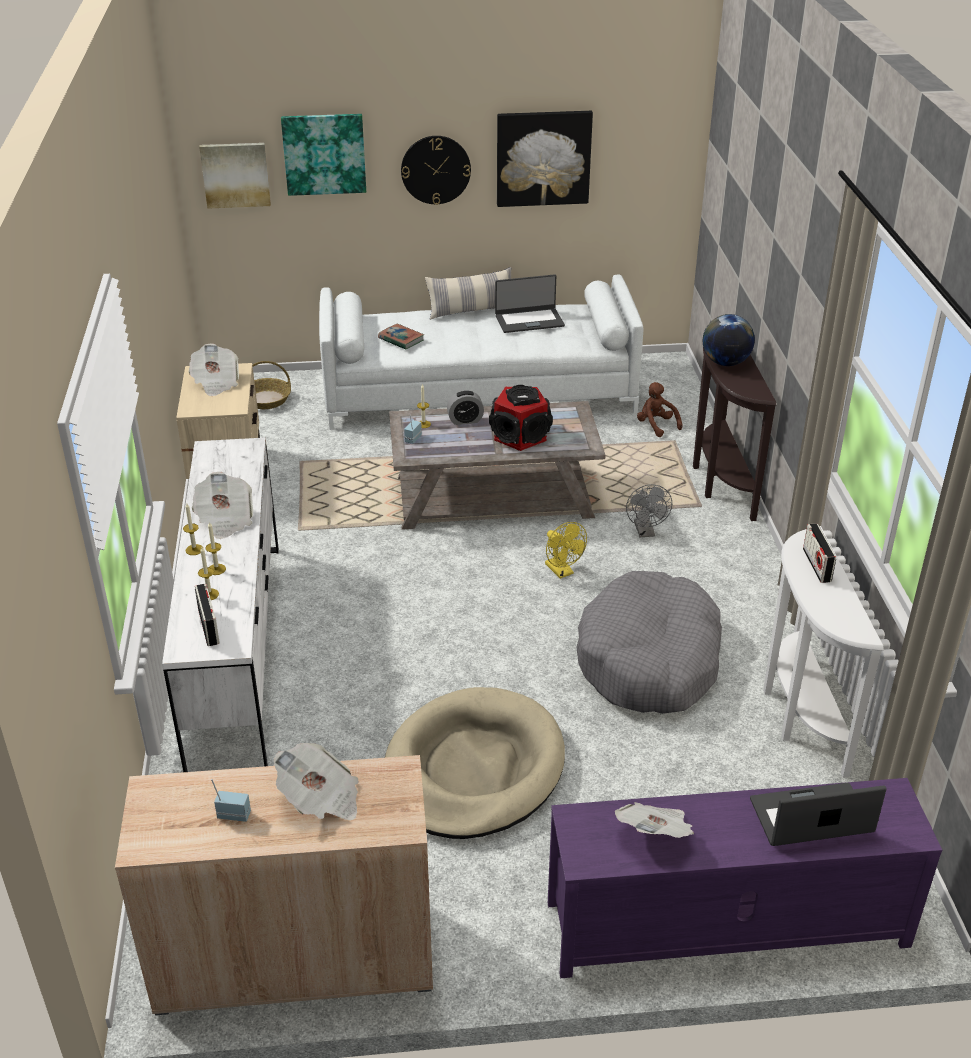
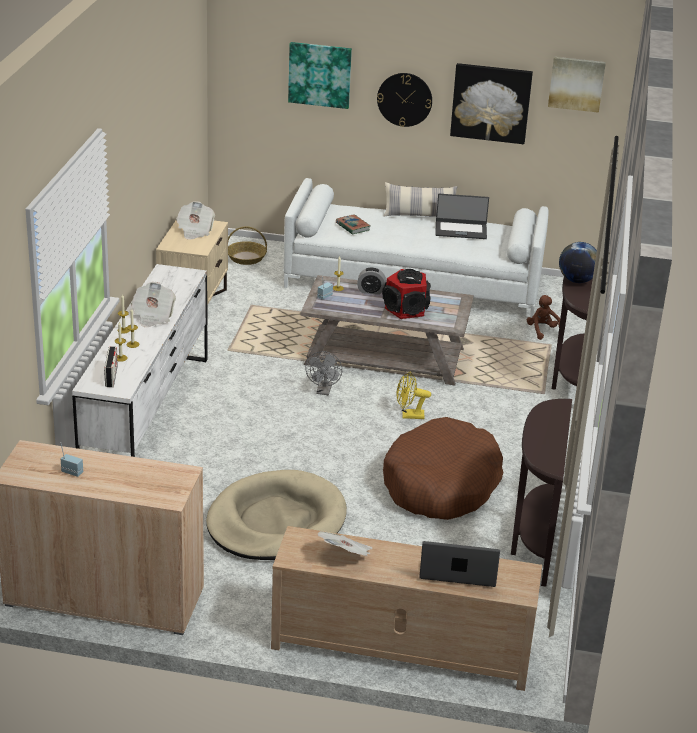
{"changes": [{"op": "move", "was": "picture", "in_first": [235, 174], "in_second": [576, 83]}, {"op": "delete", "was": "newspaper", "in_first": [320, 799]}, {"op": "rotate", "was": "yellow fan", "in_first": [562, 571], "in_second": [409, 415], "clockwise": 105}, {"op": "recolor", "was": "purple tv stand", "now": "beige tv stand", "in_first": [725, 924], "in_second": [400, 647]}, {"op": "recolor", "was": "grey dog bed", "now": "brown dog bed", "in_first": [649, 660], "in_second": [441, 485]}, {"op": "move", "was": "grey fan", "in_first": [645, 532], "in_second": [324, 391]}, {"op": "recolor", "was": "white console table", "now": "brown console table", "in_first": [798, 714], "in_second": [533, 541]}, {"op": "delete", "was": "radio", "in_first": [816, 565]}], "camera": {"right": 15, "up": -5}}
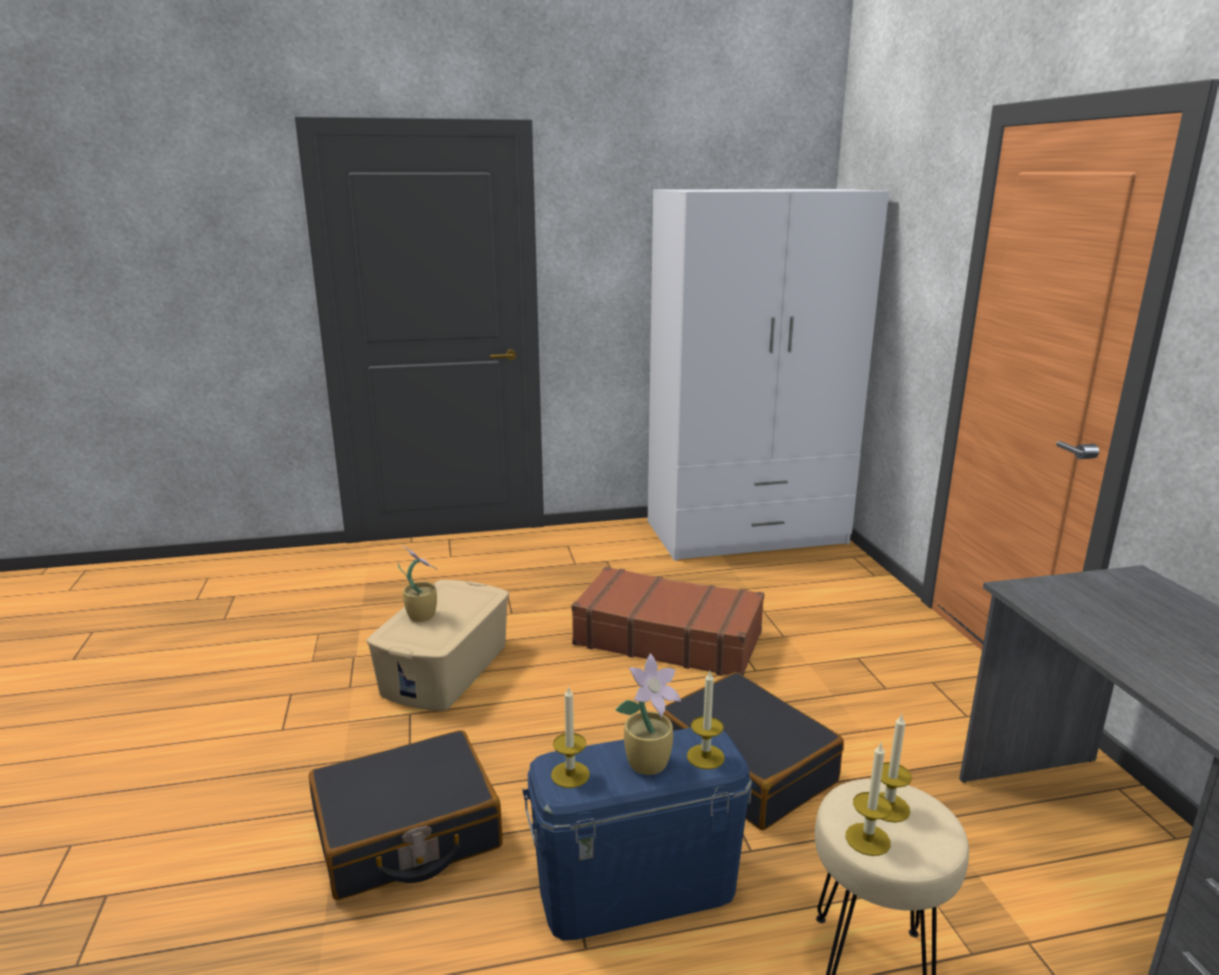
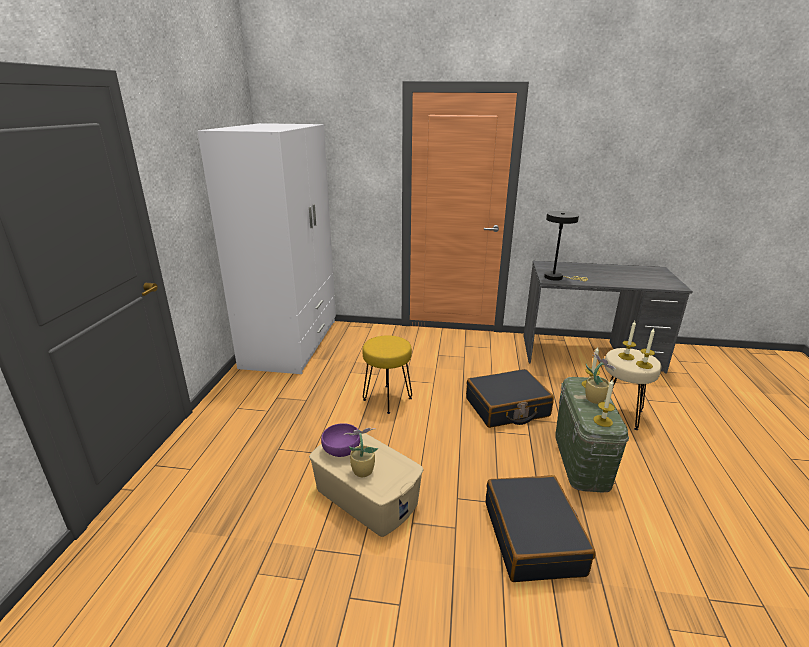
{"changes": [{"op": "recolor", "was": "blue storage box", "now": "green storage box", "in_first": [637, 888], "in_second": [581, 459]}, {"op": "replace", "was": "brown suitcase", "now": "yellow stool", "in_first": [668, 638], "in_second": [387, 399]}, {"op": "insert", "now": "purple bowl", "in_second": [341, 449]}, {"op": "insert", "now": "black table lamp", "in_second": [557, 277]}], "camera": {"right": -70, "up": 5}}
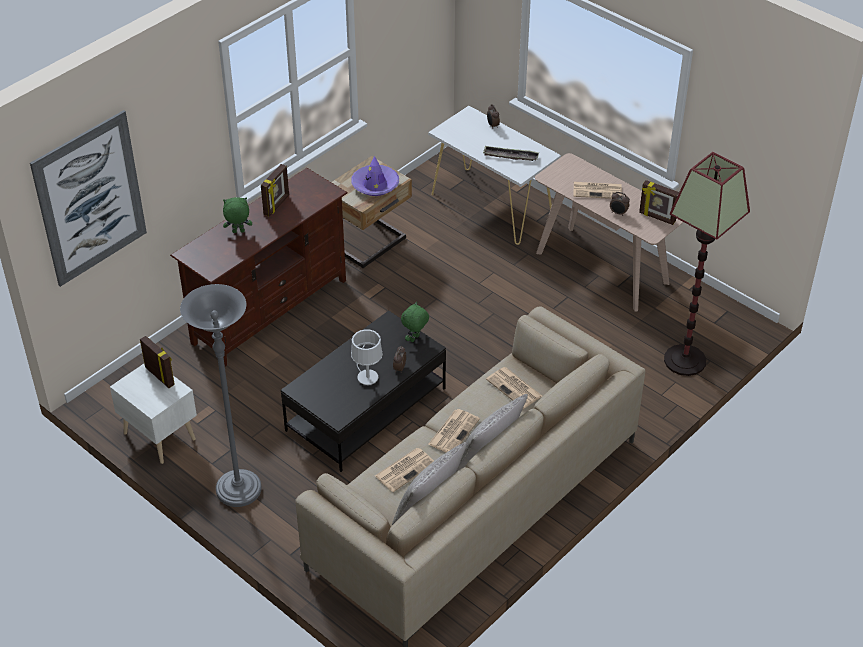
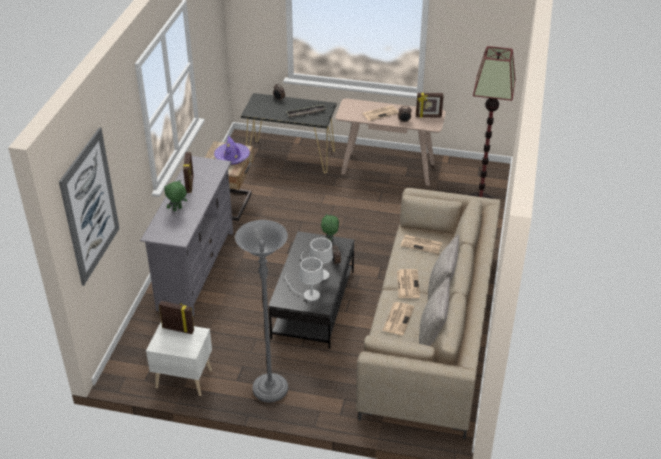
{"changes": [{"op": "recolor", "was": "brown tv stand", "now": "grey tv stand", "in_first": [269, 311], "in_second": [196, 269]}, {"op": "recolor", "was": "white console table", "now": "black console table", "in_first": [492, 206], "in_second": [291, 157]}, {"op": "insert", "now": "white table lamp", "in_second": [307, 295]}], "camera": {"right": -30, "up": -5}}
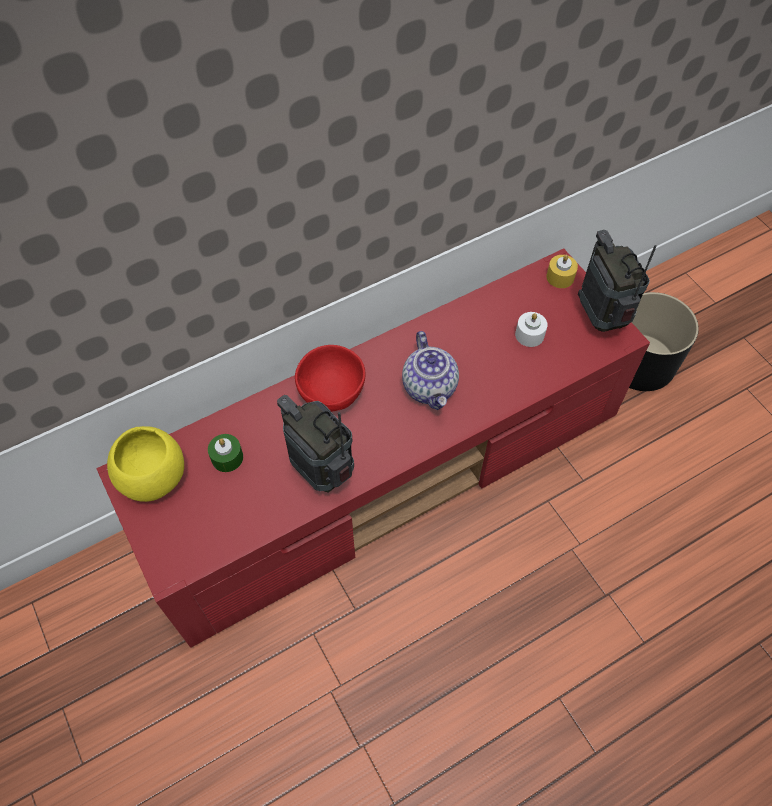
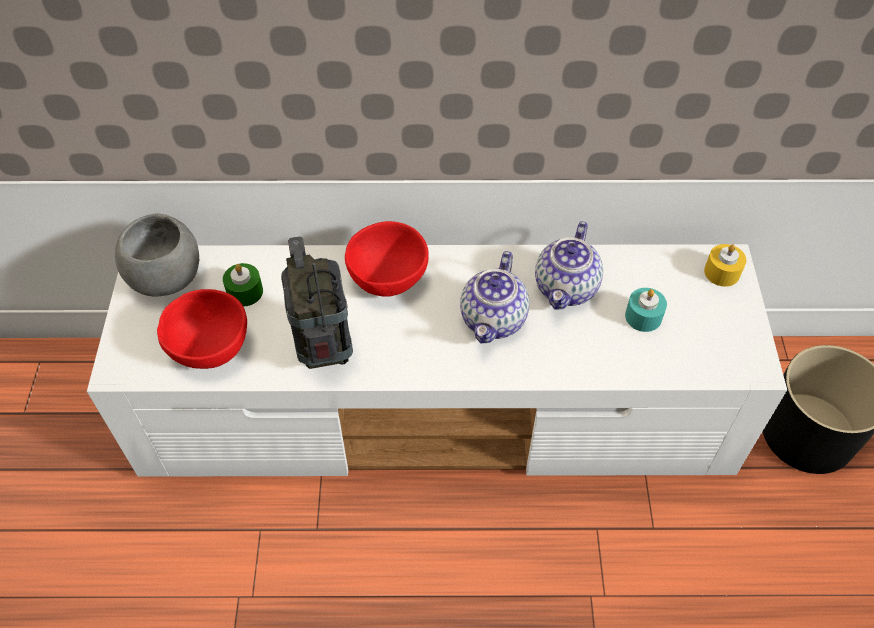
{"changes": [{"op": "recolor", "was": "red tv stand", "now": "white tv stand", "in_first": [387, 471], "in_second": [440, 409]}, {"op": "recolor", "was": "yellow bowl", "now": "grey bowl", "in_first": [153, 479], "in_second": [165, 279]}, {"op": "recolor", "was": "white candle", "now": "turquoise candle", "in_first": [529, 335], "in_second": [643, 316]}, {"op": "delete", "was": "radio", "in_first": [601, 319]}, {"op": "insert", "now": "red bowl", "in_second": [210, 347]}, {"op": "insert", "now": "teapot", "in_second": [566, 288]}], "camera": {"right": 30, "up": -5}}
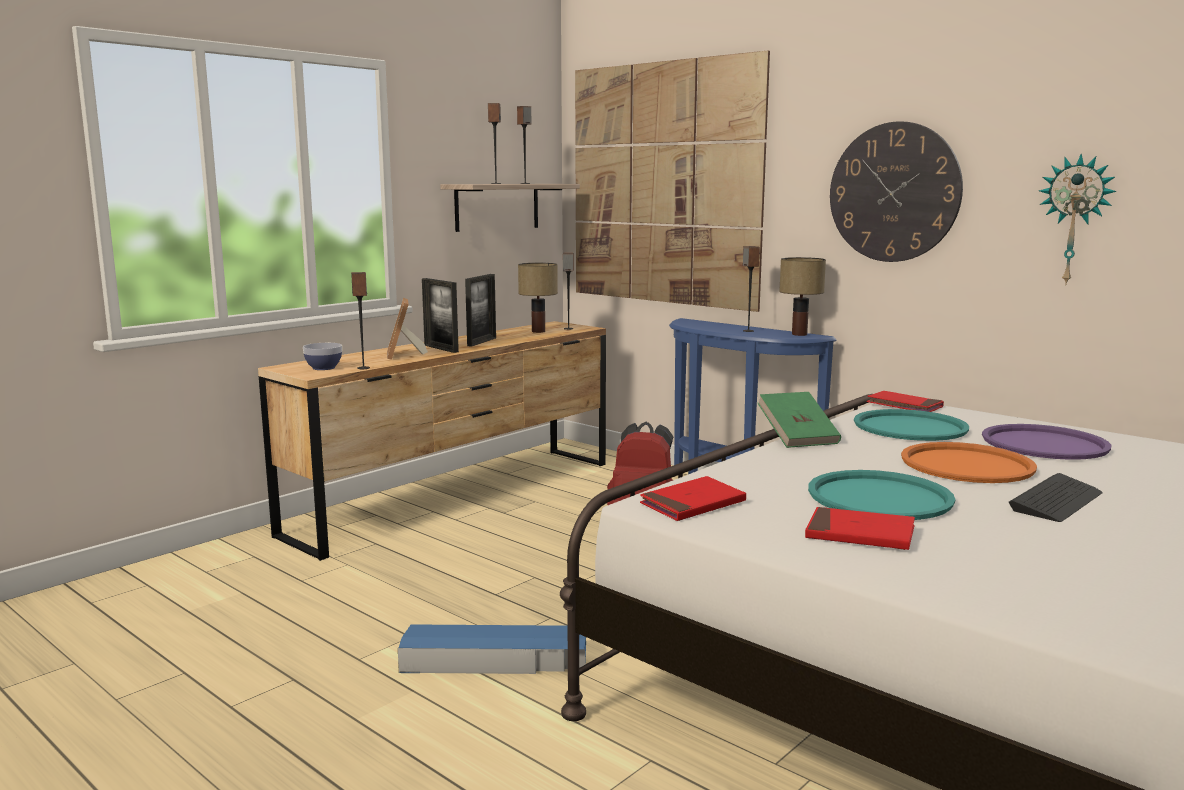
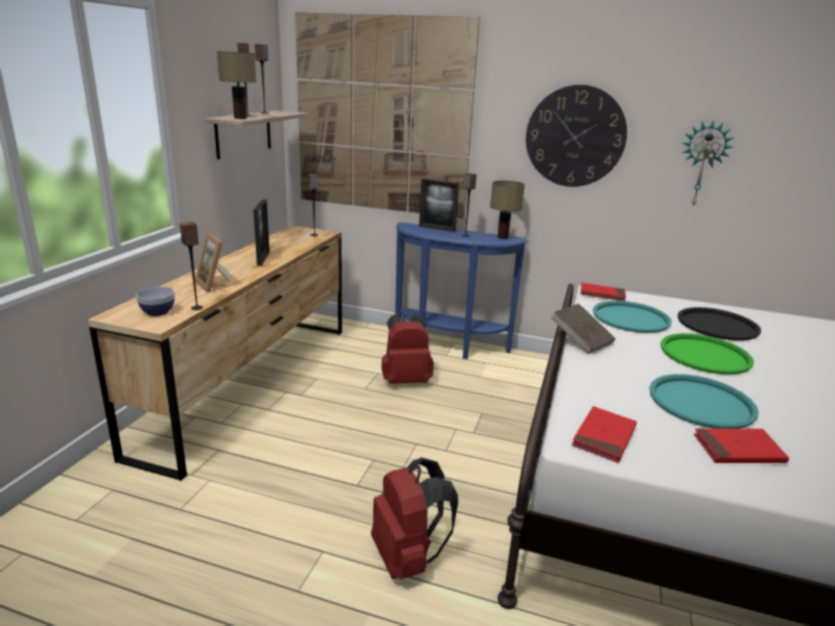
{"changes": [{"op": "replace", "was": "blue storage box", "now": "red backpack", "in_first": [496, 659], "in_second": [408, 558]}, {"op": "move", "was": "picture frame", "in_first": [441, 348], "in_second": [437, 229]}, {"op": "move", "was": "table lamp", "in_first": [539, 331], "in_second": [241, 118]}, {"op": "recolor", "was": "green book", "now": "brown book", "in_first": [797, 437], "in_second": [581, 340]}, {"op": "recolor", "was": "orange tray", "now": "green tray", "in_first": [967, 465], "in_second": [705, 355]}, {"op": "recolor", "was": "purple tray", "now": "black tray", "in_first": [1044, 444], "in_second": [717, 325]}, {"op": "delete", "was": "keyboard", "in_first": [1056, 500]}], "camera": {"right": -25, "up": 10}}
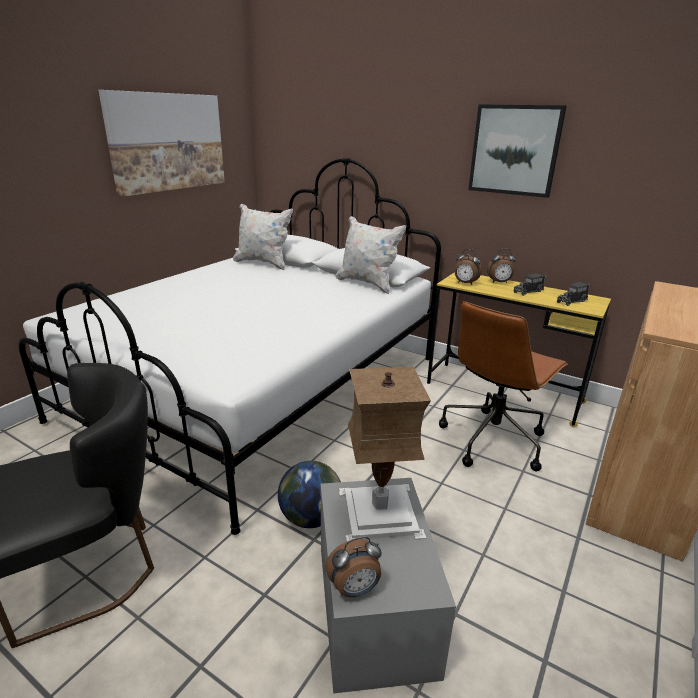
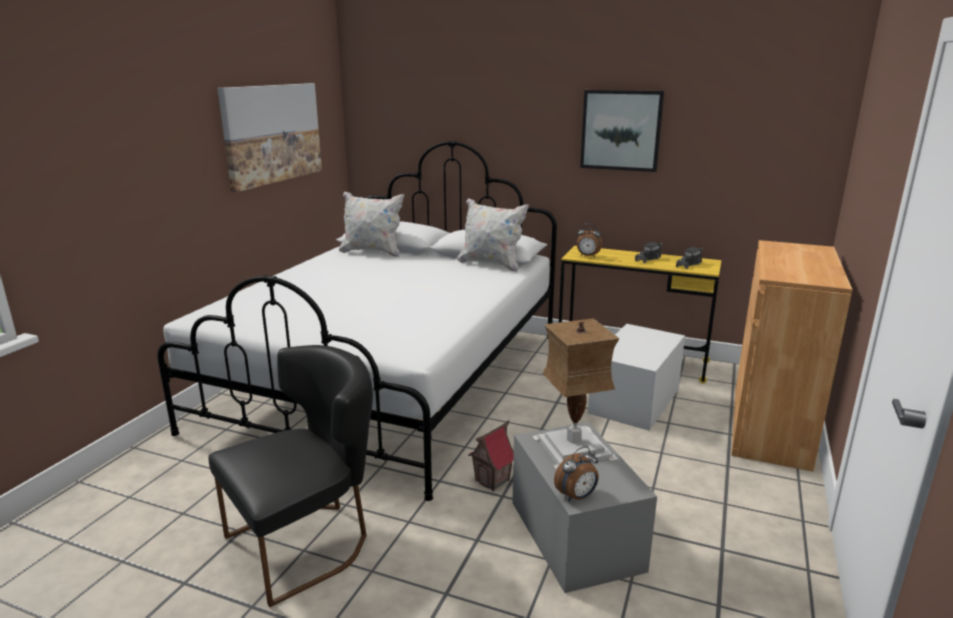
{"changes": [{"op": "replace", "was": "globe", "now": "toy house", "in_first": [311, 518], "in_second": [492, 480]}, {"op": "replace", "was": "brown office chair", "now": "white storage box", "in_first": [493, 439], "in_second": [634, 401]}, {"op": "delete", "was": "alarm clock", "in_first": [499, 282]}], "camera": {"right": -10, "up": -5}}
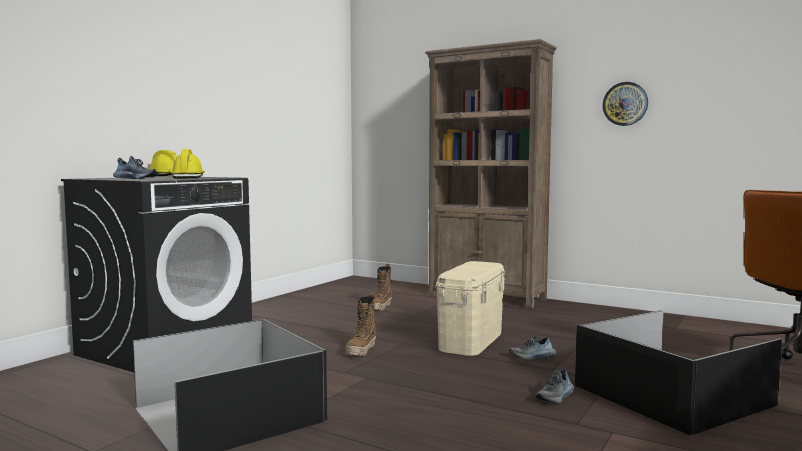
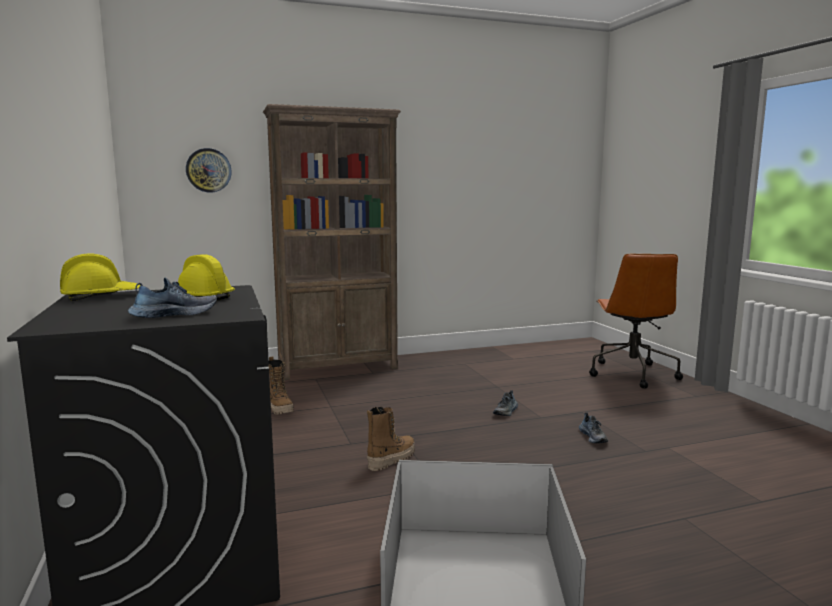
{"changes": [{"op": "rotate", "was": "boot", "in_first": [361, 351], "in_second": [391, 459], "clockwise": -105}, {"op": "delete", "was": "beige storage box", "in_first": [471, 340]}, {"op": "delete", "was": "black storage box", "in_first": [674, 396]}, {"op": "move", "was": "wall clock", "in_first": [625, 104], "in_second": [208, 170]}], "camera": {"right": -50, "up": 5}}
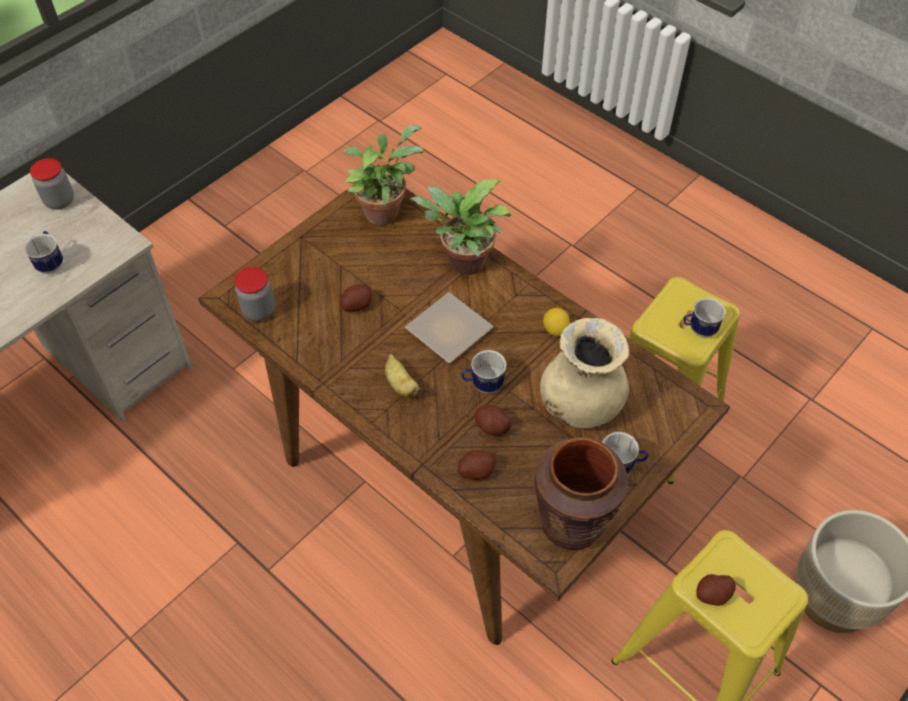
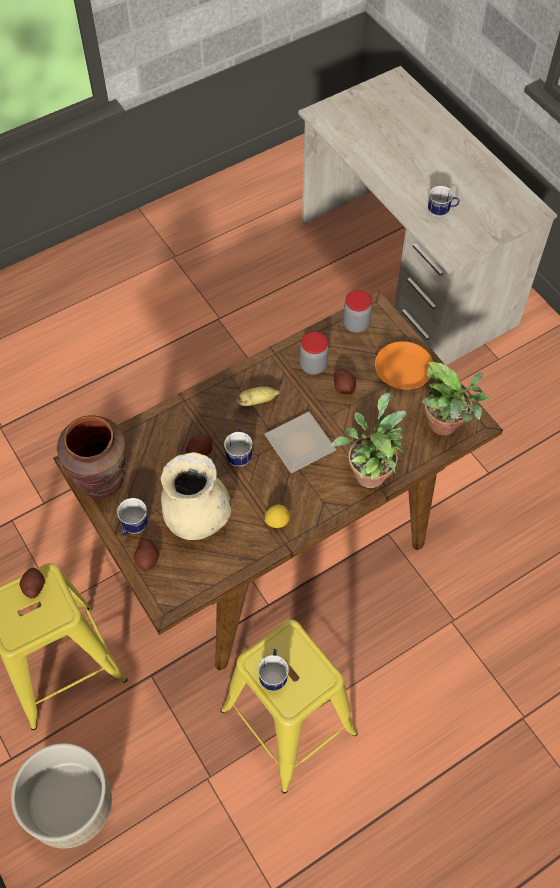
{"changes": [{"op": "move", "was": "jar", "in_first": [59, 201], "in_second": [313, 365]}, {"op": "move", "was": "potato", "in_first": [476, 471], "in_second": [147, 559]}, {"op": "insert", "now": "orange plate", "in_second": [403, 370]}], "camera": {"right": 105, "up": 5}}
